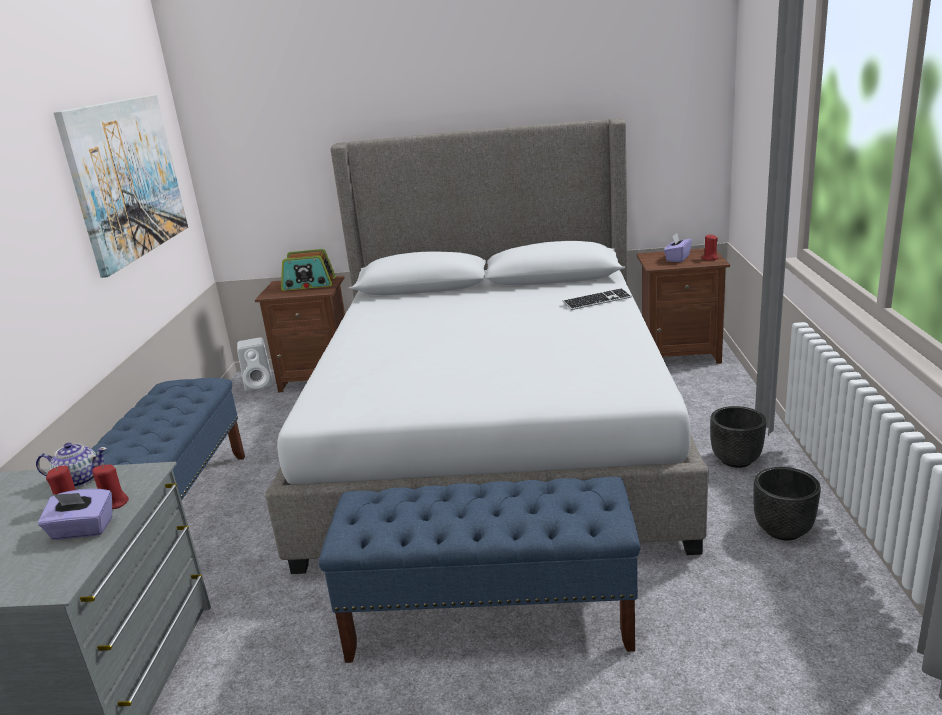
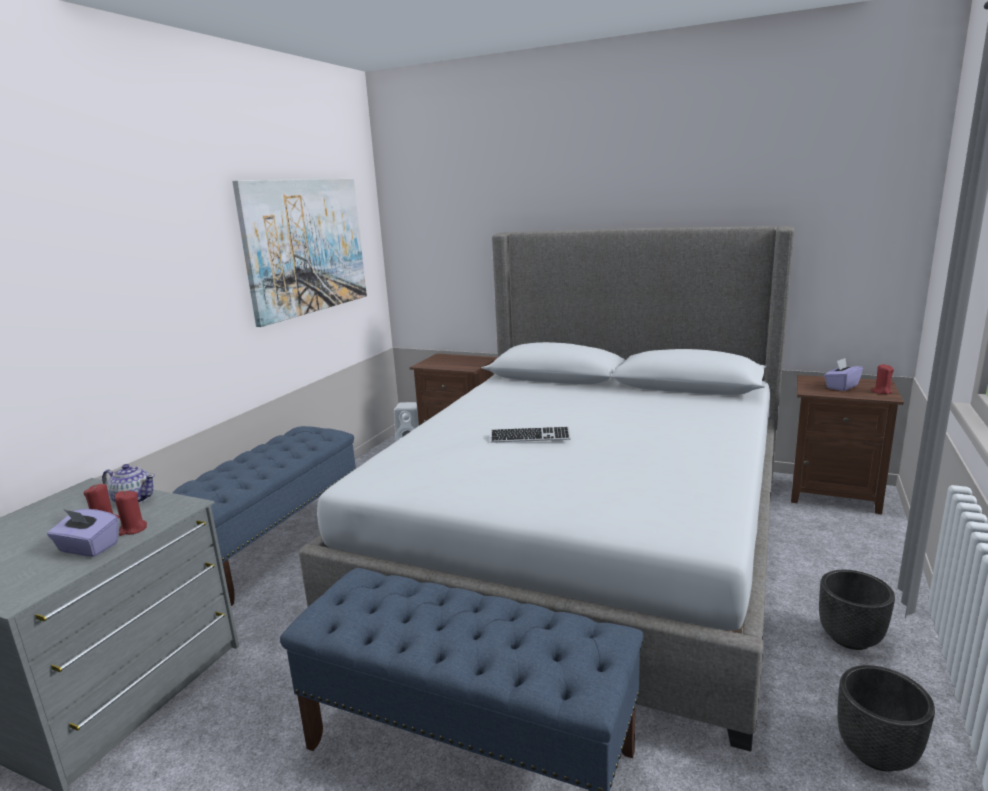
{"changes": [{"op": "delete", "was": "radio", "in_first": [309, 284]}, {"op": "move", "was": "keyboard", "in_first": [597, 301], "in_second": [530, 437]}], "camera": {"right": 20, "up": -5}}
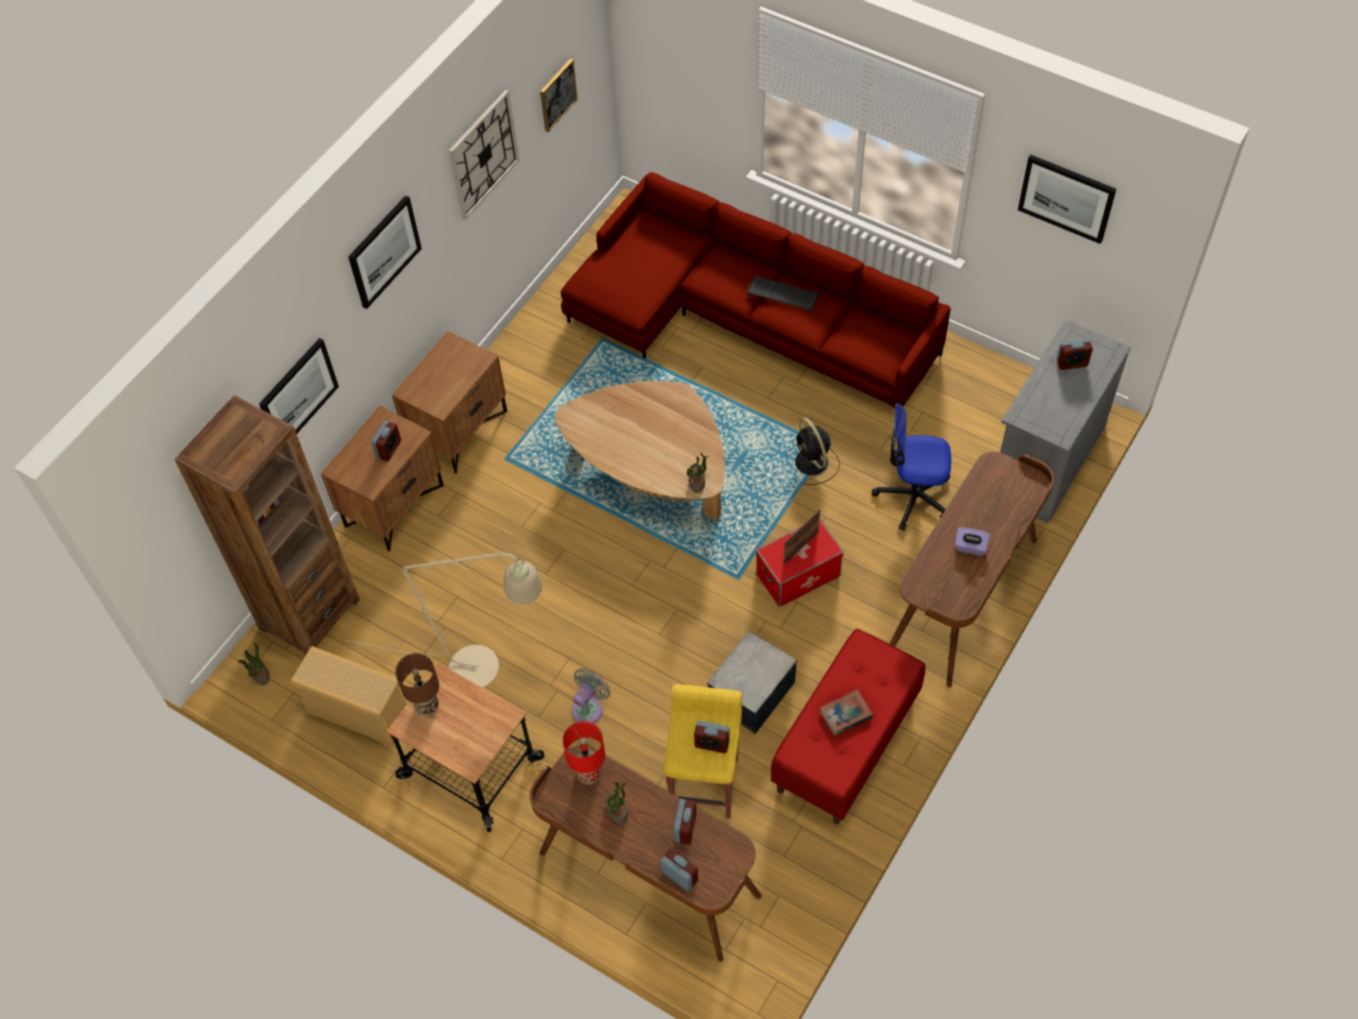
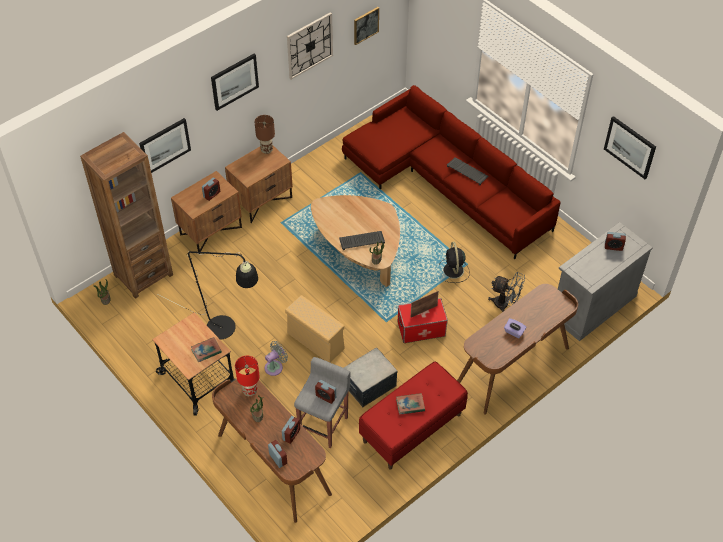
{"changes": [{"op": "move", "was": "beige storage box", "in_first": [356, 711], "in_second": [314, 340]}, {"op": "recolor", "was": "beige floor lamp", "now": "black floor lamp", "in_first": [487, 669], "in_second": [227, 330]}, {"op": "move", "was": "brown table lamp", "in_first": [427, 706], "in_second": [267, 150]}, {"op": "recolor", "was": "yellow stool", "now": "grey stool", "in_first": [705, 782], "in_second": [324, 425]}, {"op": "replace", "was": "office chair", "now": "grey fan", "in_first": [913, 496], "in_second": [505, 304]}, {"op": "insert", "now": "book", "in_second": [206, 351]}, {"op": "insert", "now": "keyboard", "in_second": [362, 240]}], "camera": {"right": 15, "up": -5}}
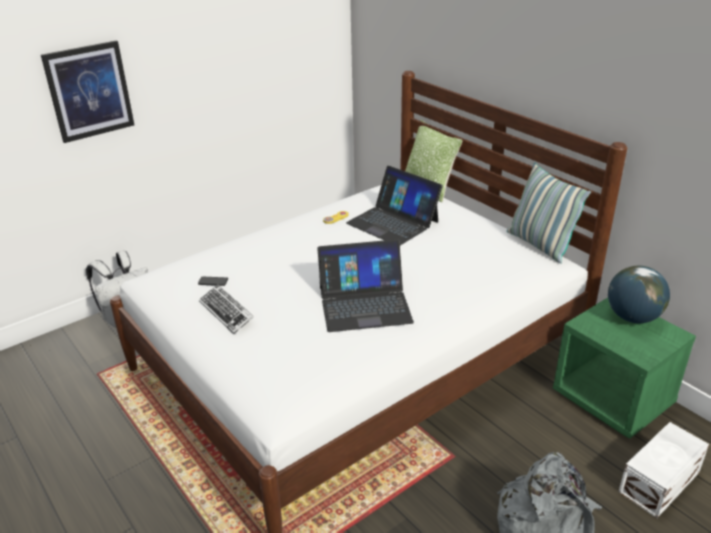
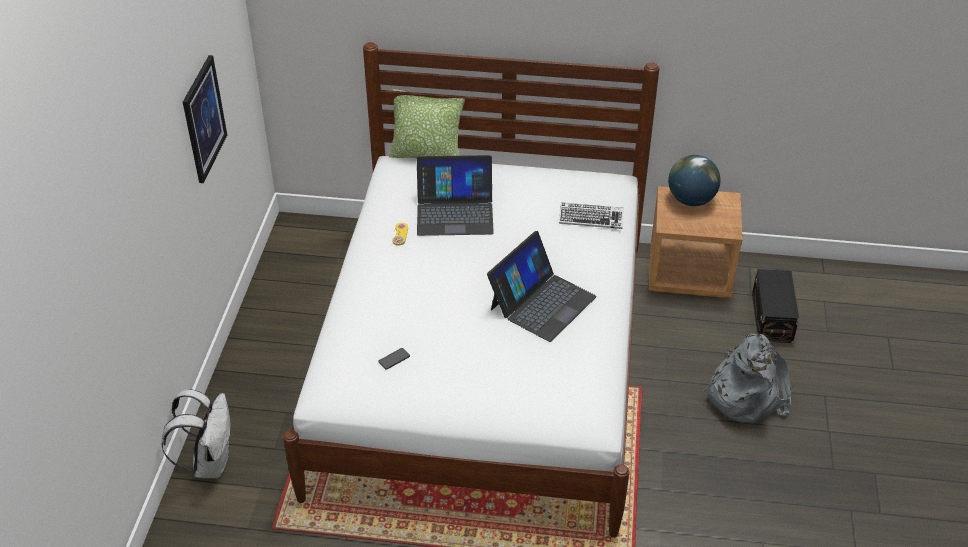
{"changes": [{"op": "move", "was": "picture", "in_first": [89, 91], "in_second": [204, 119]}, {"op": "move", "was": "keyboard", "in_first": [226, 312], "in_second": [591, 219]}, {"op": "delete", "was": "pillow", "in_first": [539, 245]}, {"op": "recolor", "was": "green nightstand", "now": "brown nightstand", "in_first": [613, 399], "in_second": [689, 273]}, {"op": "recolor", "was": "white storage box", "now": "black storage box", "in_first": [661, 482], "in_second": [773, 317]}], "camera": {"right": -45, "up": 10}}
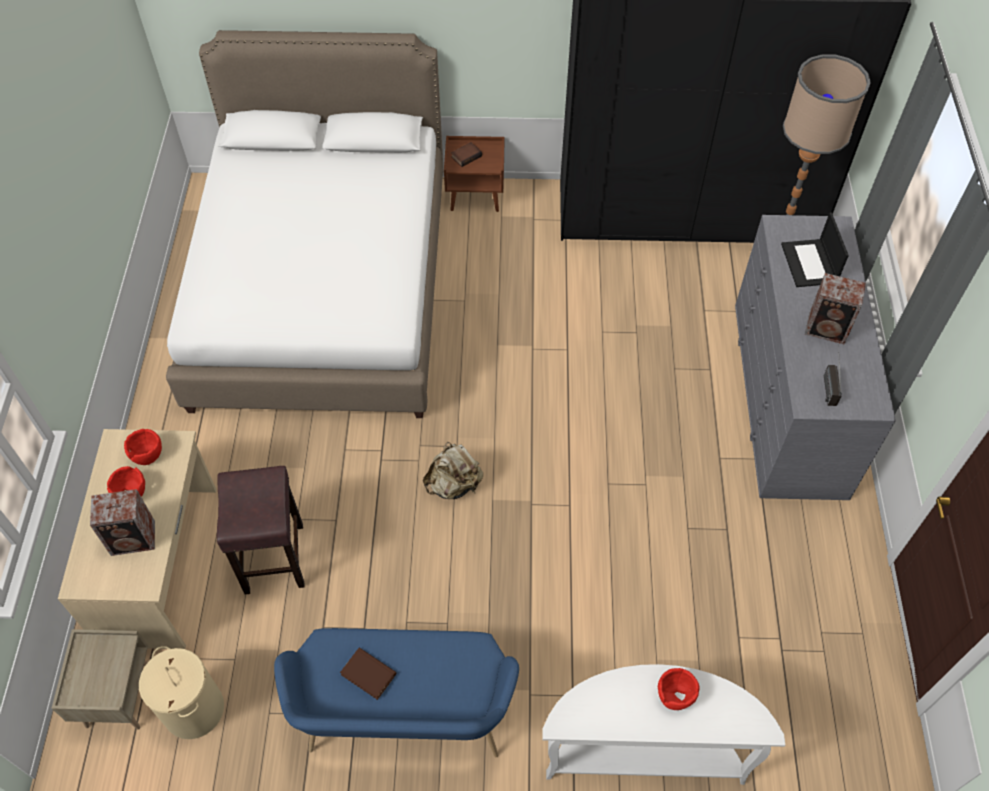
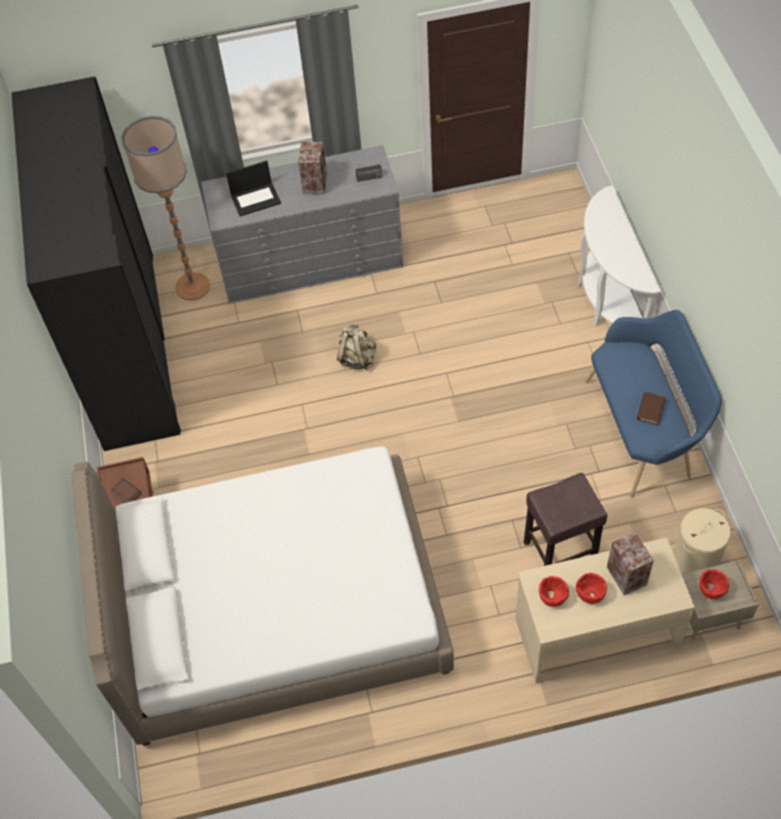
{"changes": [{"op": "move", "was": "beige backpack", "in_first": [454, 485], "in_second": [357, 358]}, {"op": "move", "was": "red bowl", "in_first": [675, 695], "in_second": [710, 590]}], "camera": {"right": -100, "up": 0}}
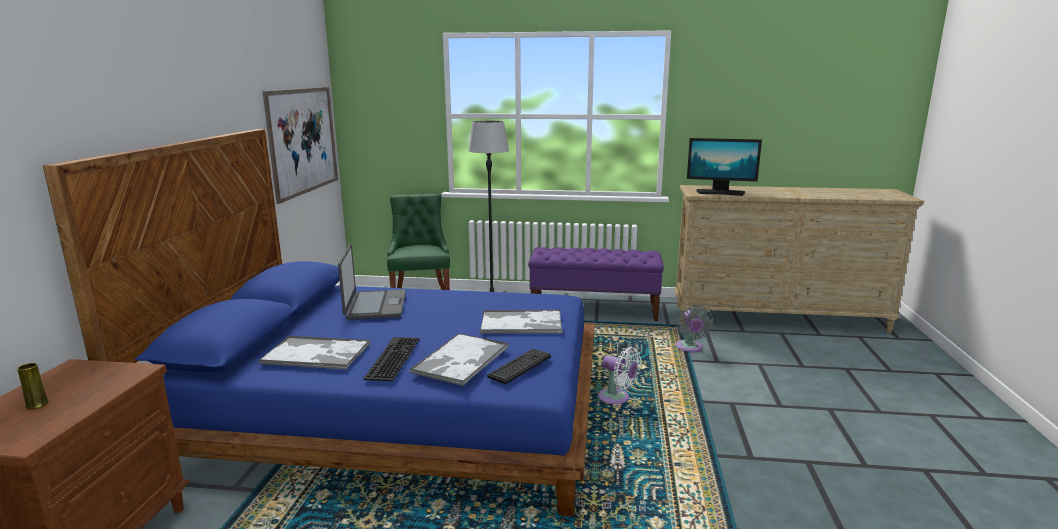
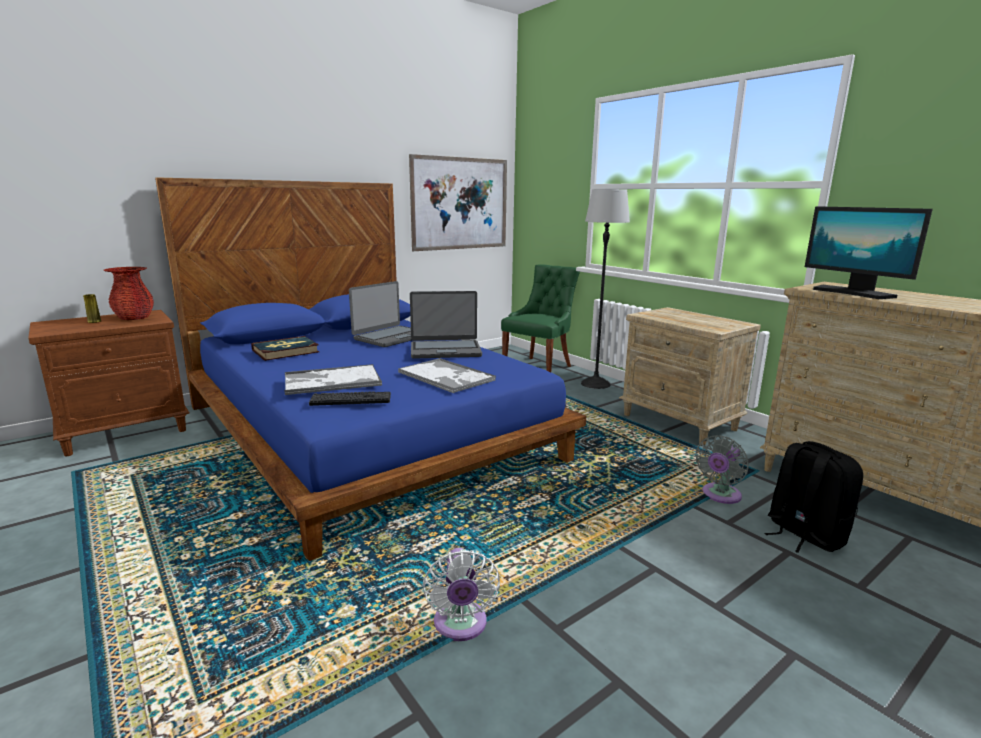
{"changes": [{"op": "replace", "was": "tray", "now": "book", "in_first": [317, 354], "in_second": [285, 351]}, {"op": "delete", "was": "keyboard", "in_first": [391, 357]}, {"op": "replace", "was": "purple bench", "now": "beige nightstand", "in_first": [594, 309], "in_second": [680, 422]}, {"op": "move", "was": "white fan", "in_first": [617, 398], "in_second": [460, 626]}, {"op": "insert", "now": "red vase", "in_second": [134, 318]}, {"op": "insert", "now": "laptop", "in_second": [445, 350]}, {"op": "insert", "now": "black backpack", "in_second": [803, 534]}], "camera": {"right": 45, "up": 0}}
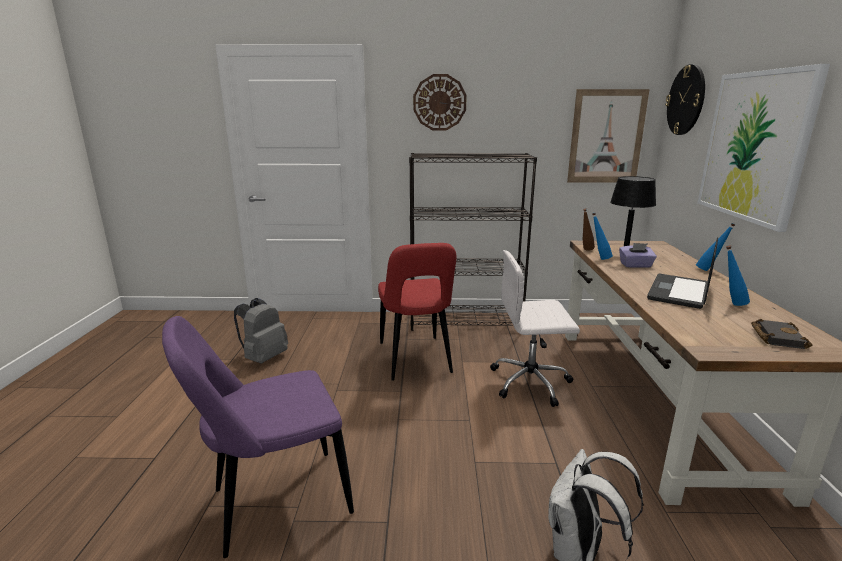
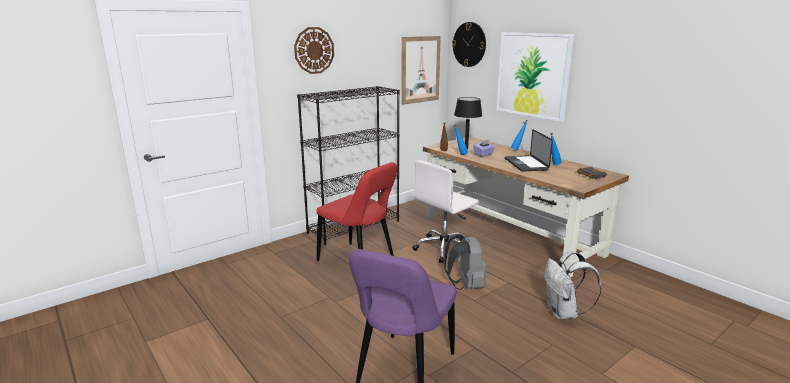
{"changes": [{"op": "move", "was": "grey backpack", "in_first": [263, 358], "in_second": [465, 285]}], "camera": {"right": -40, "up": 0}}
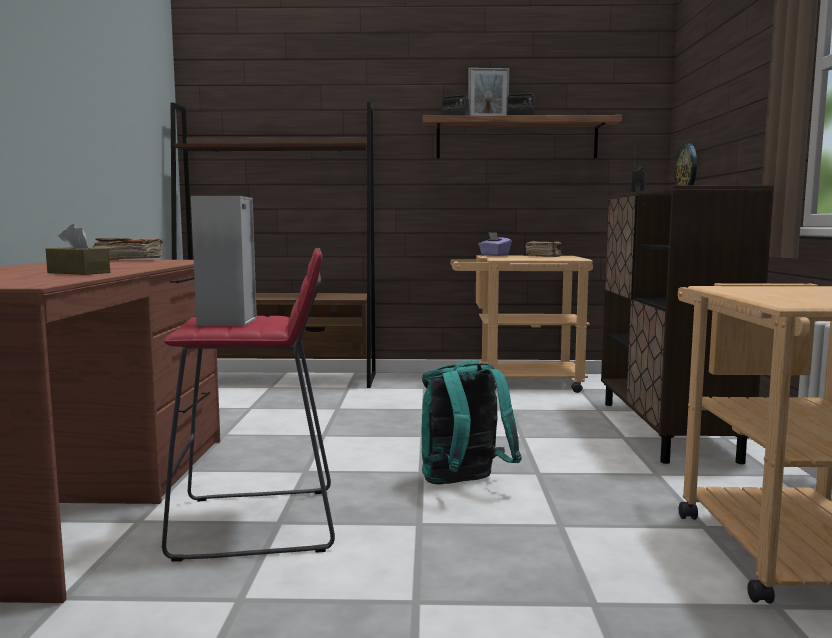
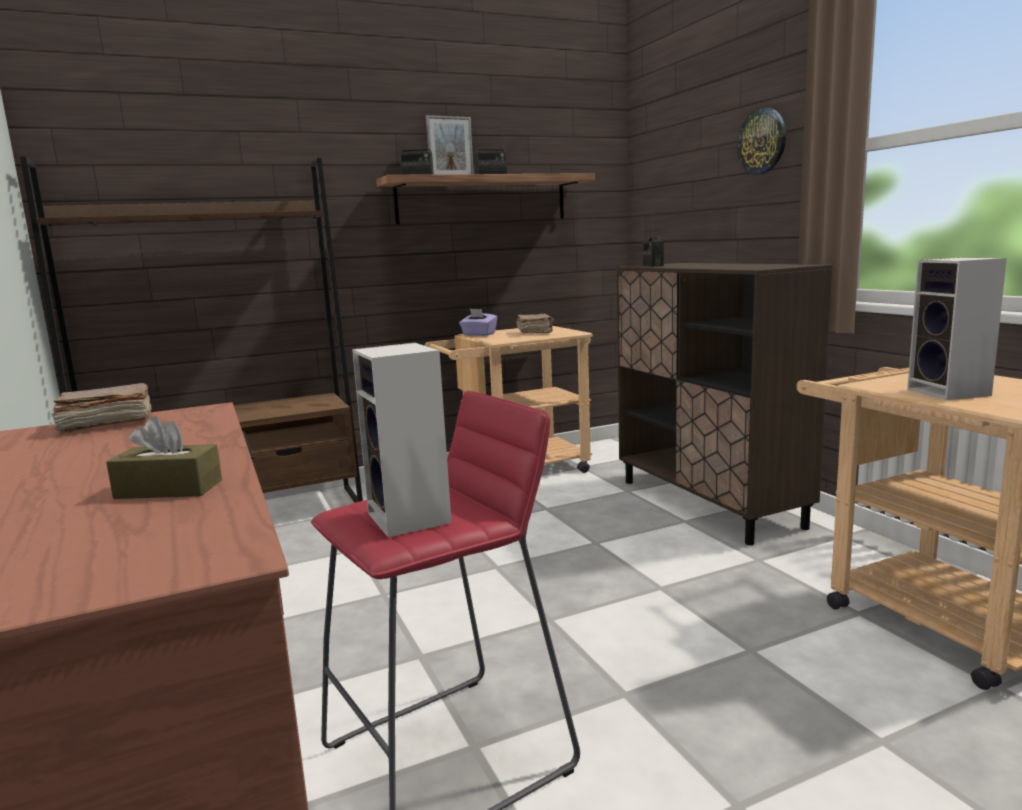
{"changes": [{"op": "delete", "was": "turquoise backpack", "in_first": [463, 484]}, {"op": "move", "was": "wall clock", "in_first": [687, 168], "in_second": [762, 141]}, {"op": "insert", "now": "speaker", "in_second": [951, 393]}], "camera": {"right": -25, "up": 5}}
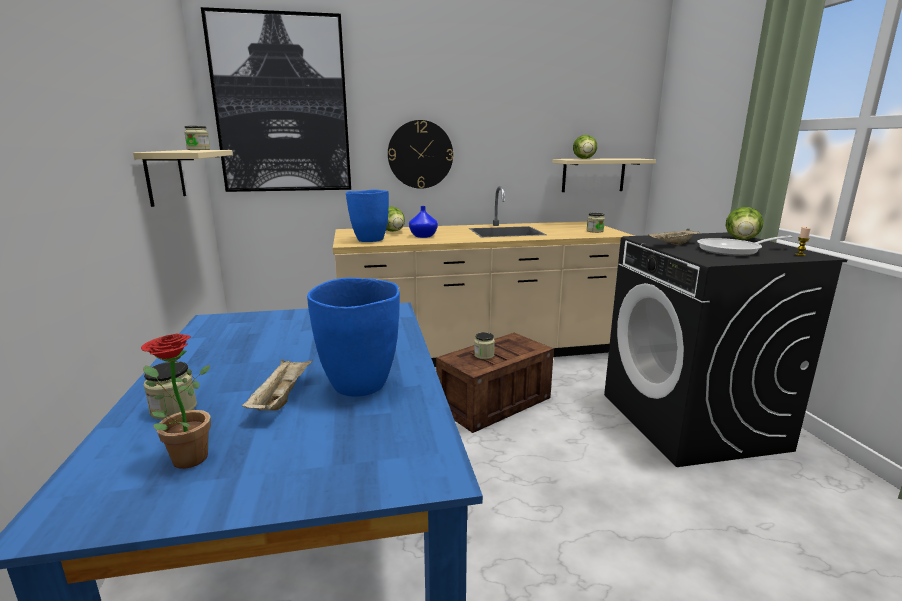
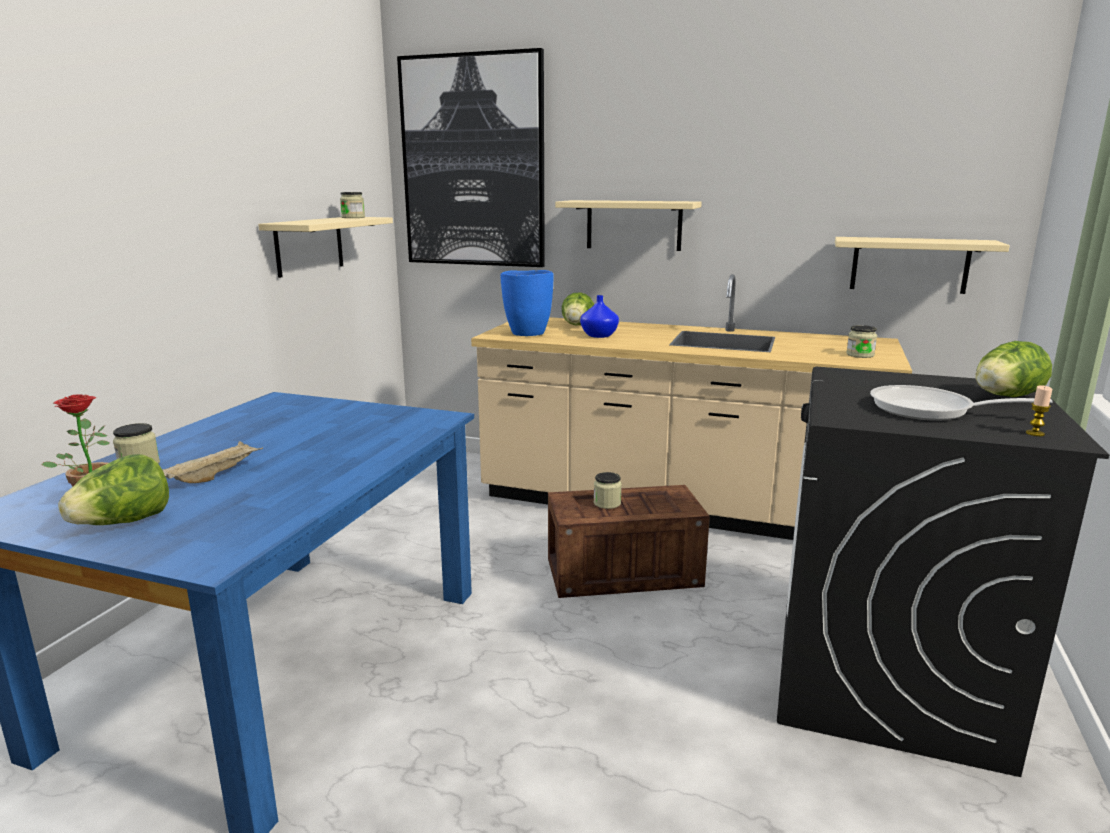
{"changes": [{"op": "delete", "was": "blue vase", "in_first": [360, 385]}, {"op": "replace", "was": "wall clock", "now": "beige shelf", "in_first": [420, 154], "in_second": [633, 225]}, {"op": "move", "was": "lettuce", "in_first": [585, 158], "in_second": [124, 523]}, {"op": "delete", "was": "beige tray", "in_first": [673, 244]}], "camera": {"right": 30, "up": 0}}
